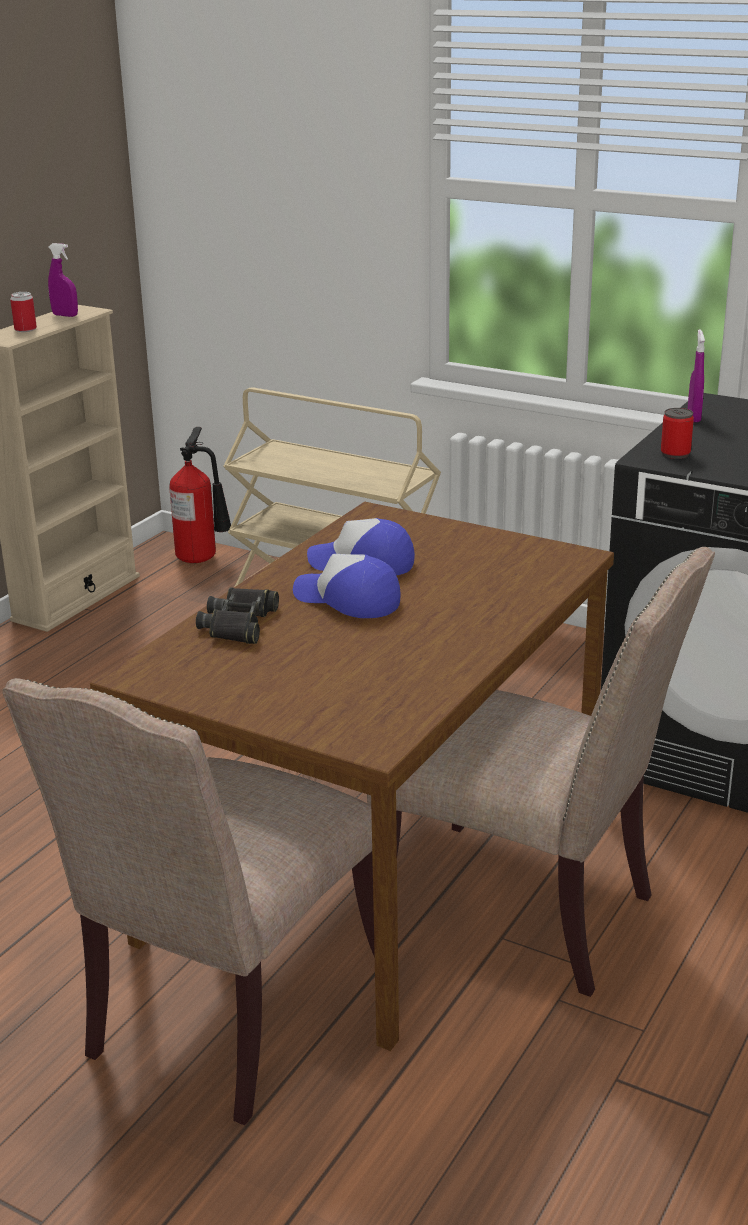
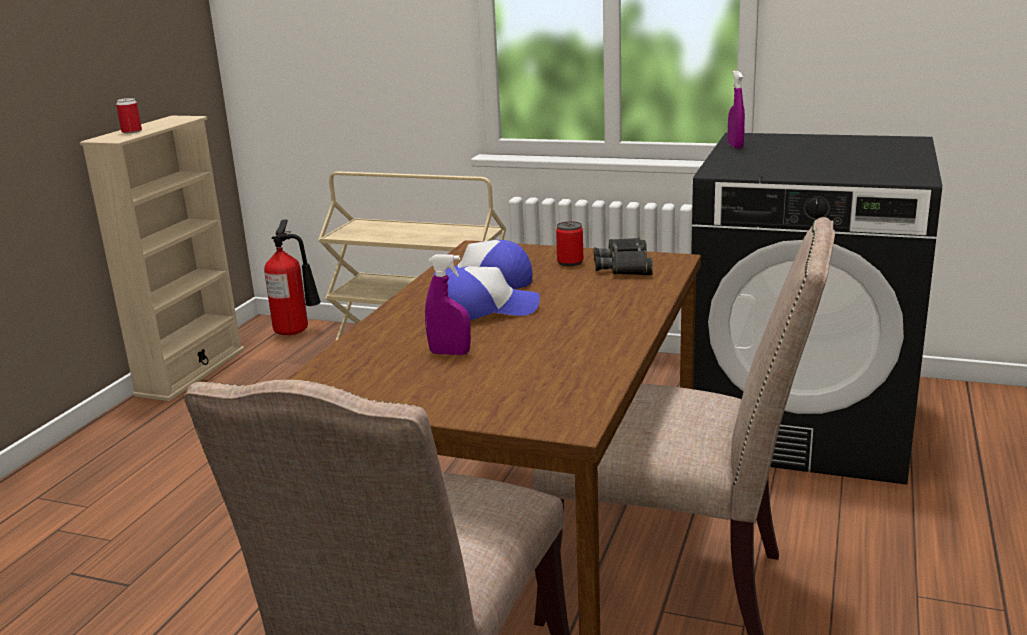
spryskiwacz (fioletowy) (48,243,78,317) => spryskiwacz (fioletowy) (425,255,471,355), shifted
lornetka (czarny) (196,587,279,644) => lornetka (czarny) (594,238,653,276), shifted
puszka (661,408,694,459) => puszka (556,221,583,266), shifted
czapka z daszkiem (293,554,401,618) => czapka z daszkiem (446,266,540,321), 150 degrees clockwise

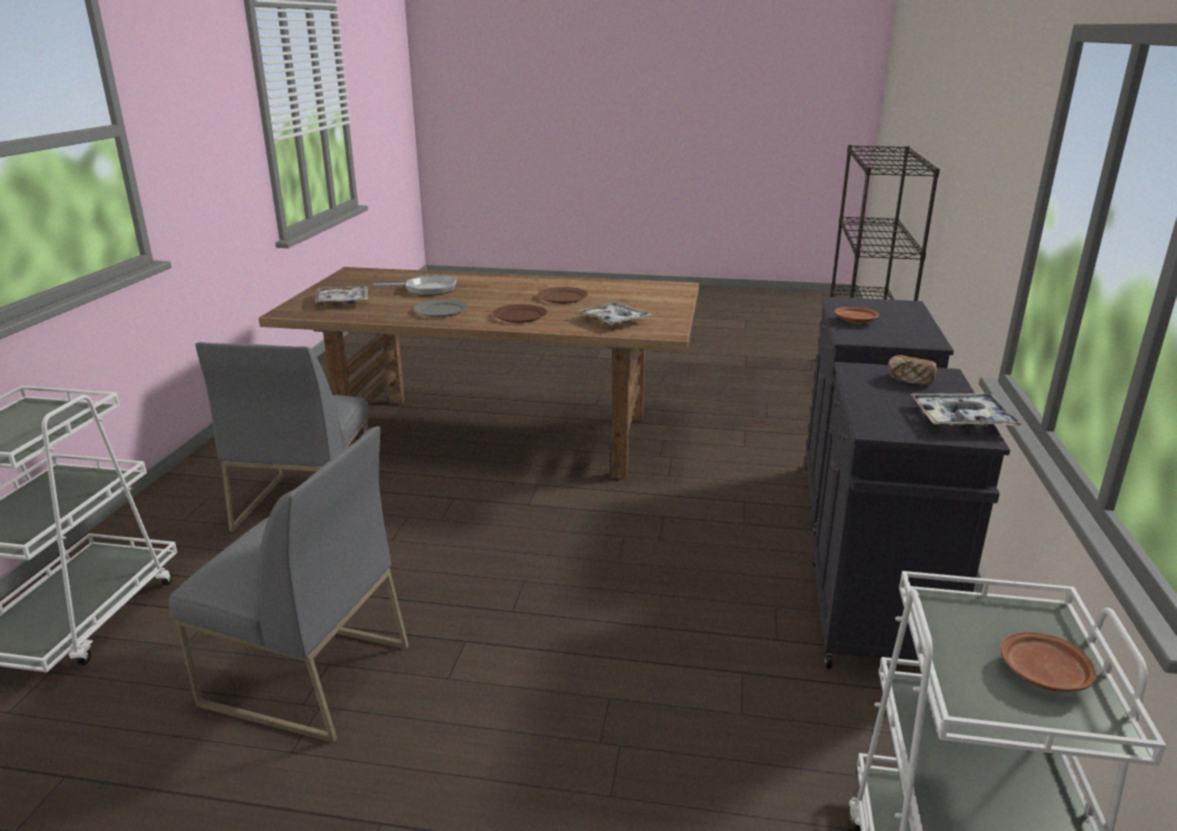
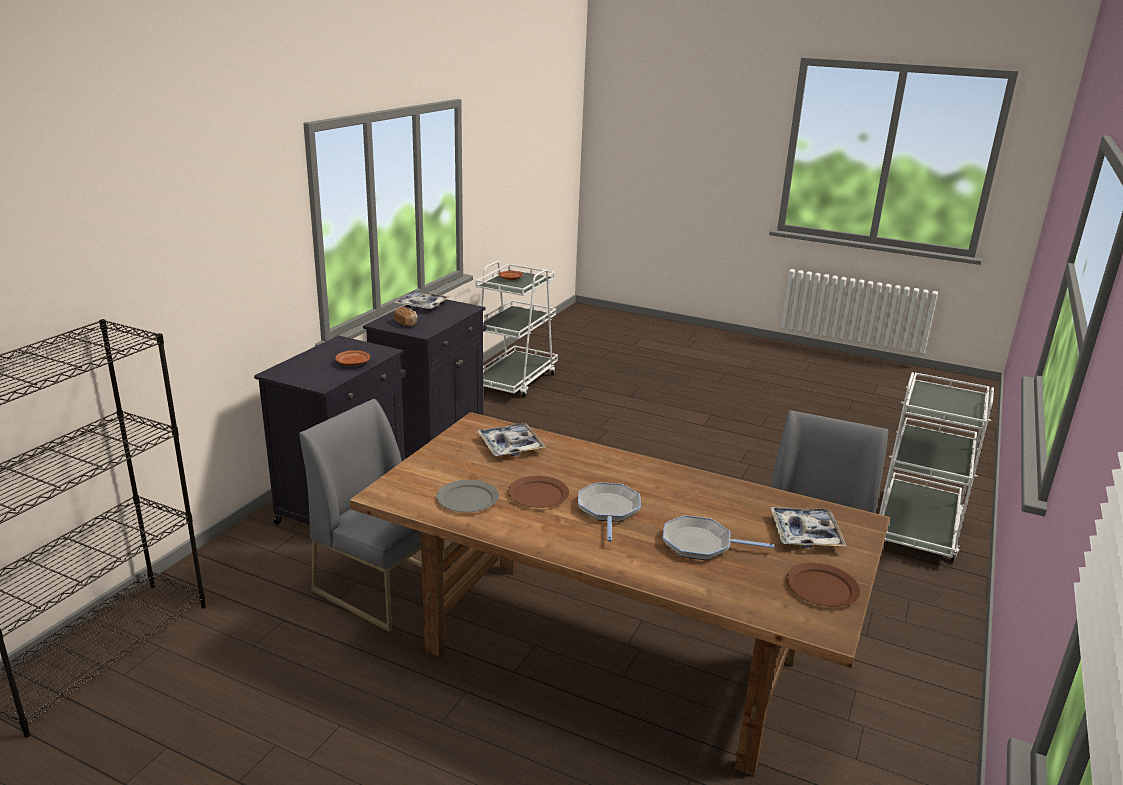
nothing => patelnia (578,482,641,542)
krzesło (szary) (169,426,409,743) => krzesło (szary) (299,399,456,632), shifted
talerz (szary) (414,299,468,317) => talerz (szary) (436,480,499,512), shifted
talerz (brązowy) (492,304,547,323) => talerz (brązowy) (786,563,860,607), shifted

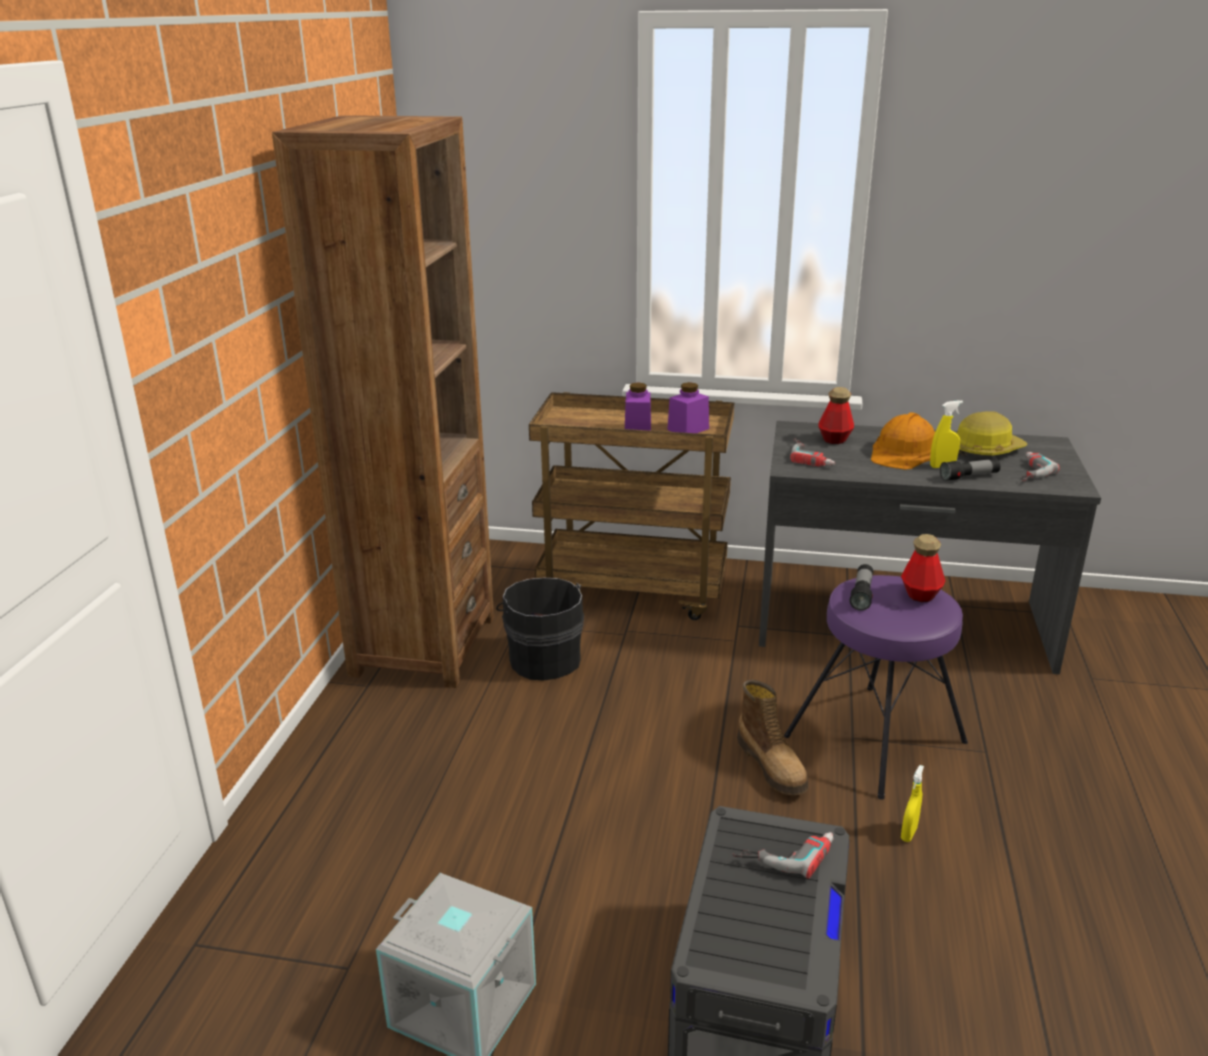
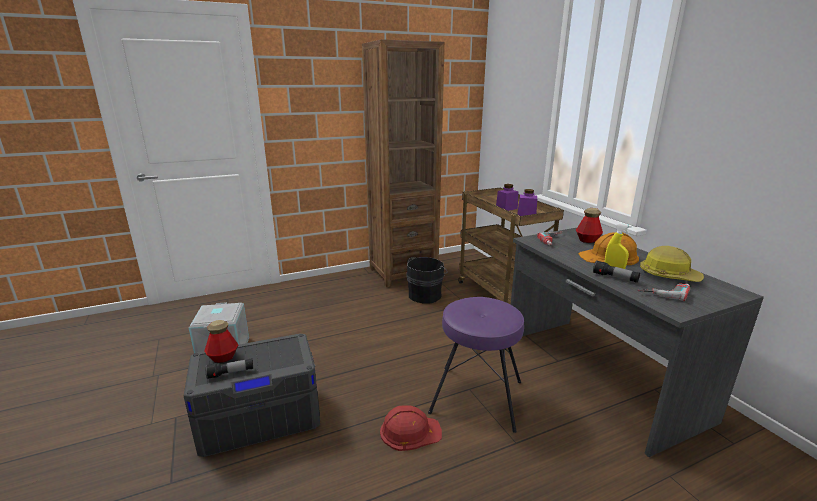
wiertarka (732,832,833,879) => nothing
but z cholewką (737,680,808,795) => nothing
latarka (849,564,873,611) => latarka (205,358,253,379), shifted
butelka (901,534,945,602) => butelka (204,320,239,363), shifted
spryskiwacz (żółty) (901,765,924,842) => kask (czerwony) (380,405,442,451)

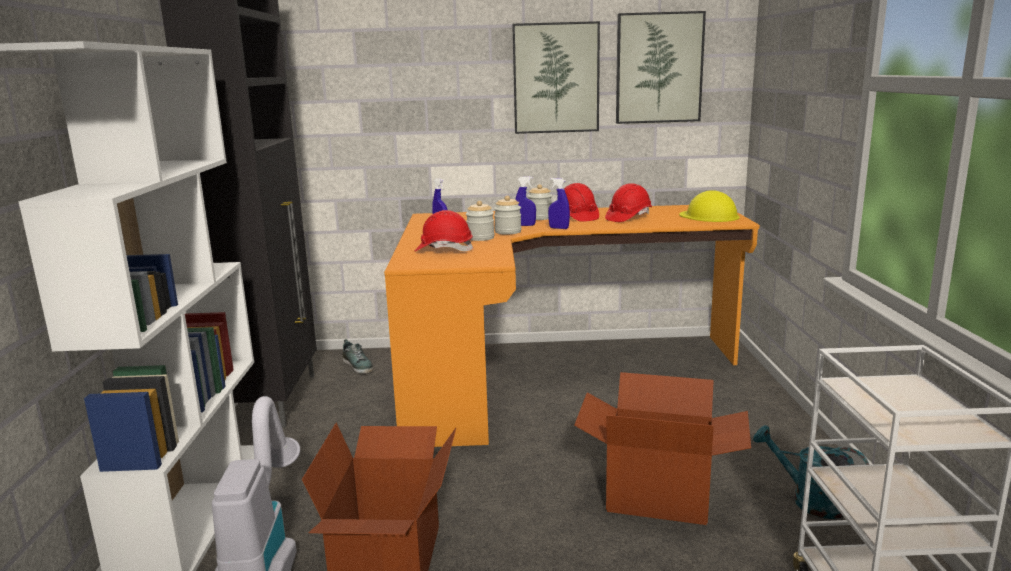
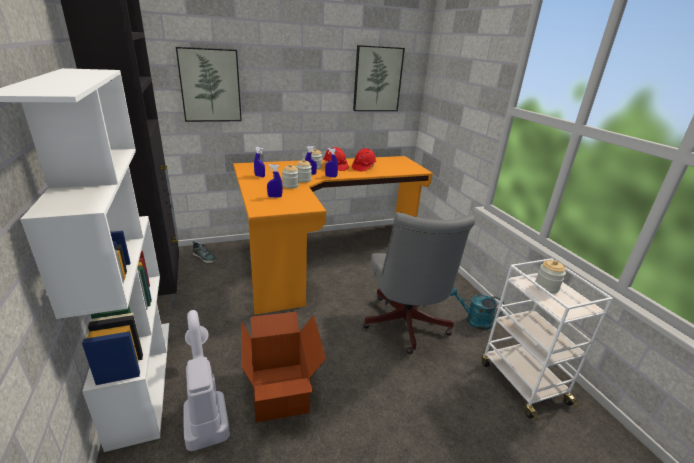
kask (żółty) (679,190,740,222) => nothing
nothing => słoik (535,260,566,294)
obraz (512,21,600,134) => obraz (176,47,242,122), shifted
kask (czerwony) (415,210,474,251) => spryskiwacz (niebieski) (267,164,282,198)
karton (574,372,751,525) => krzesło biurowe (szary) (363,212,475,354)

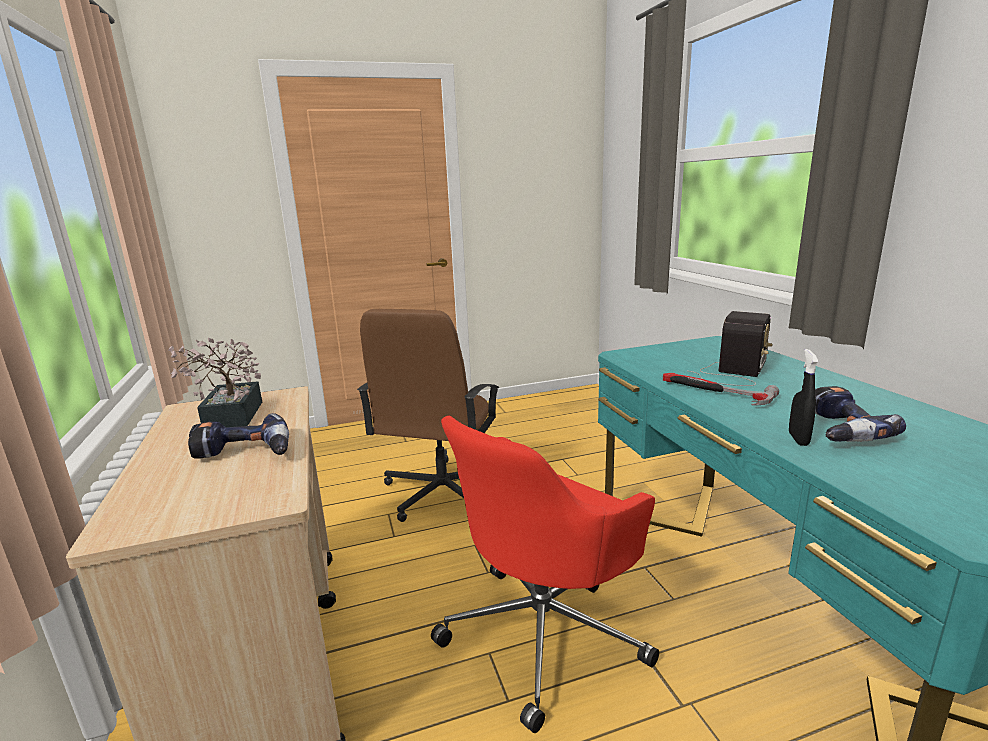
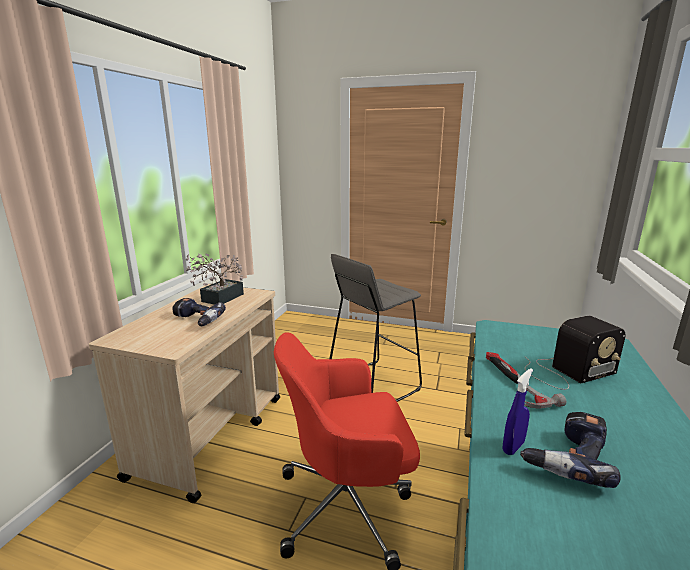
krzesło biurowe (brązowy) (357,309,500,522) => stołek (szary) (329,254,422,402)
spryskiwacz (czarny) (789,349,818,446) => spryskiwacz (niebieski) (503,368,533,455)

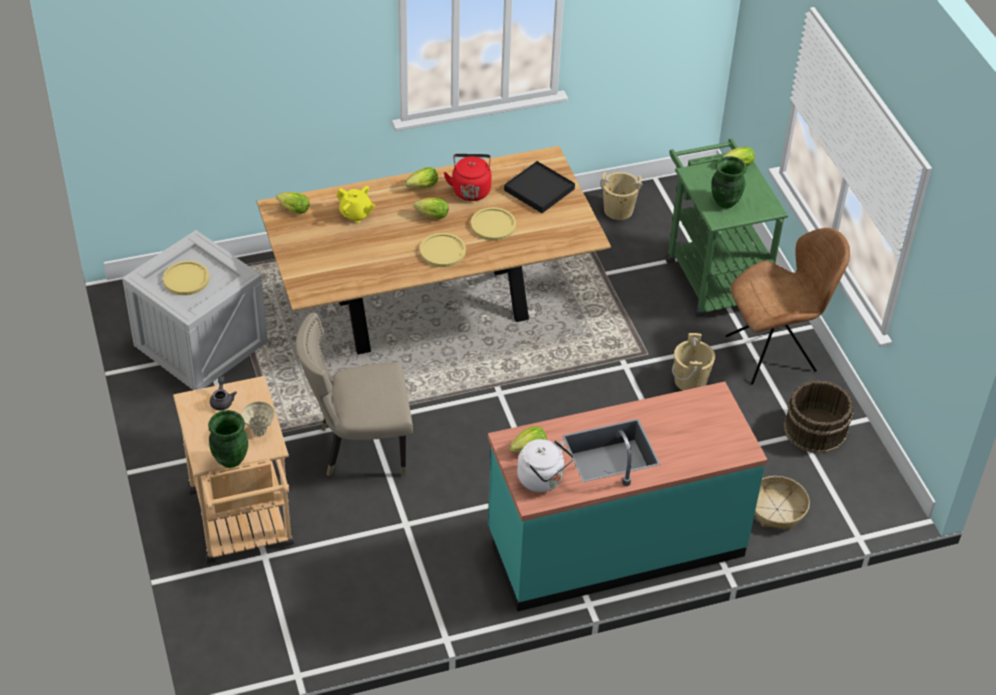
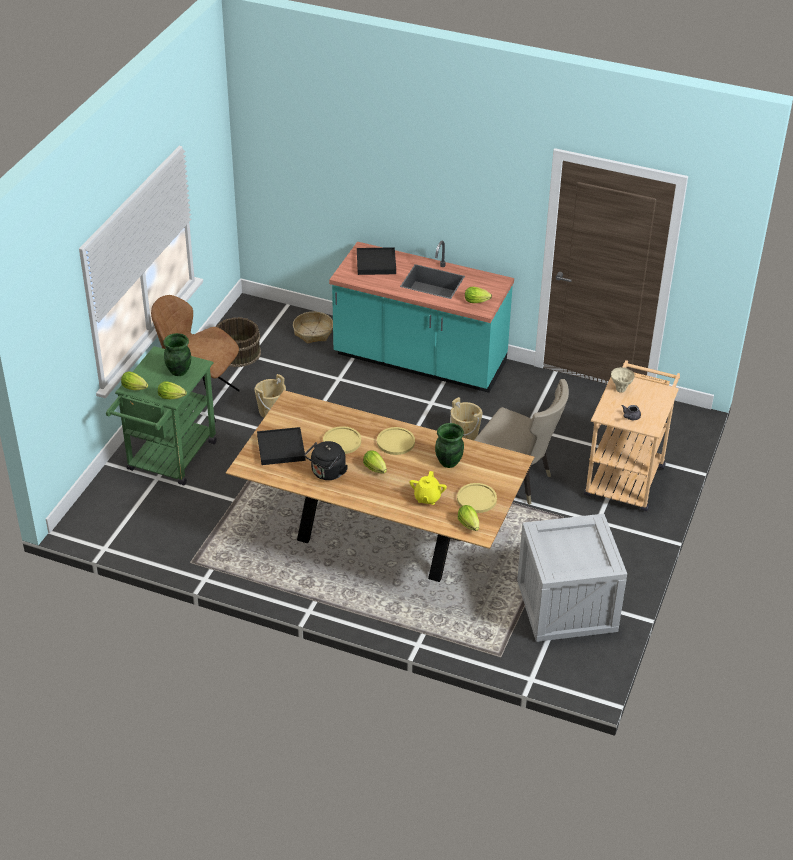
czajnik (biały) (517,439,574,492) => nothing
nothing => taca (czarny) (357,247,396,275)
talerz (żółty) (163,261,209,295) => talerz (żółty) (457,483,497,513), shifted
wazon (zielony) (208,410,248,468) => wazon (zielony) (435,423,464,468), shifted
sałata (405,167,438,188) => sałata (158,381,187,399), shifted
wiadro (beżowy) (600,172,642,220) => wiadro (beżowy) (450,397,482,440), shifted
czajnik (czerwony) (444,154,492,201) => czajnik (czarny) (304,441,348,480)
imbryk (żółty) (337,186,375,223) => imbryk (żółty) (410,471,447,505), 150 degrees counterclockwise

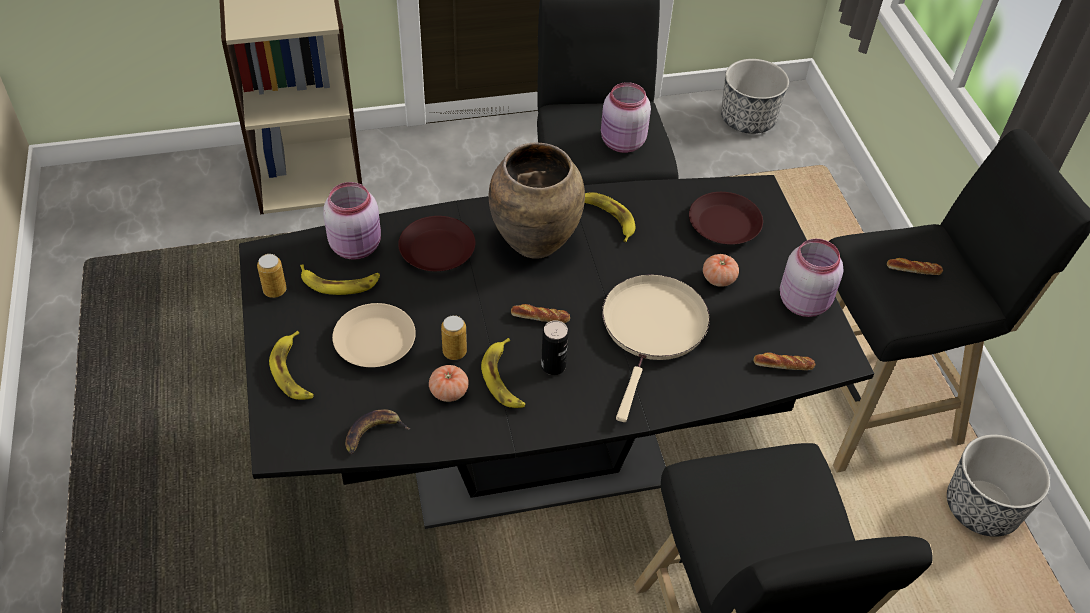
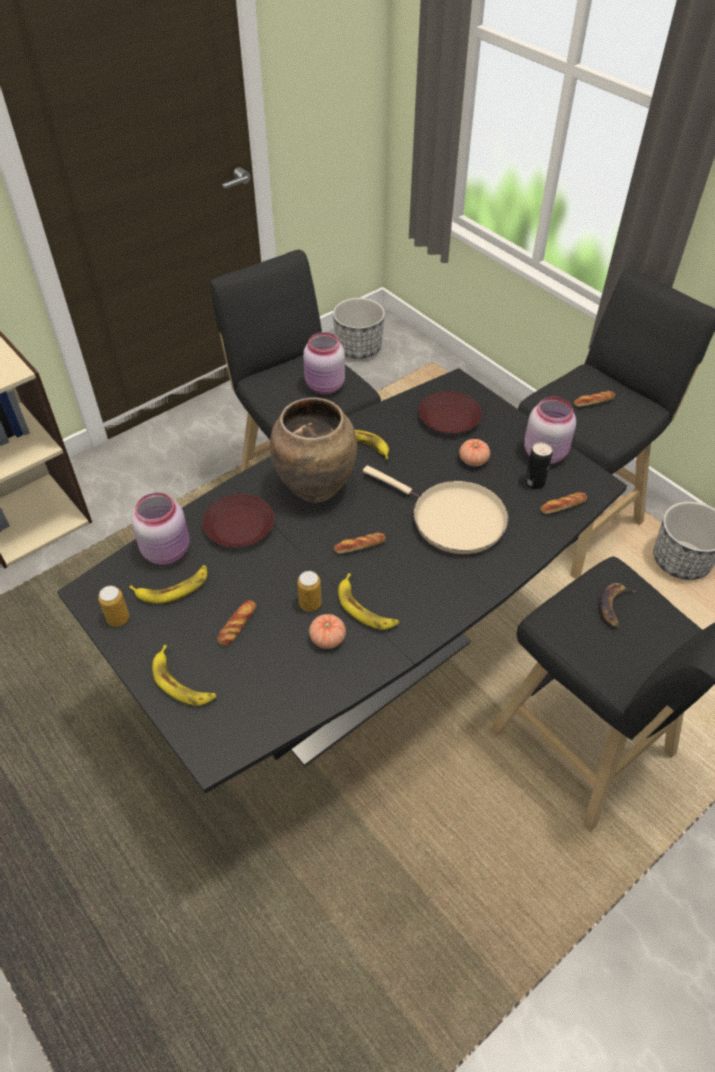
banan (345,409,411,454) => banan (600,583,636,627), shifted
puszka (541,320,569,375) => puszka (525,442,552,489), shifted
talerz (beżowy) (332,303,416,367) => chleb (217,600,256,646)
patelnia (beżowy) (602,274,710,422) => patelnia (beżowy) (363,466,508,554), 135 degrees clockwise

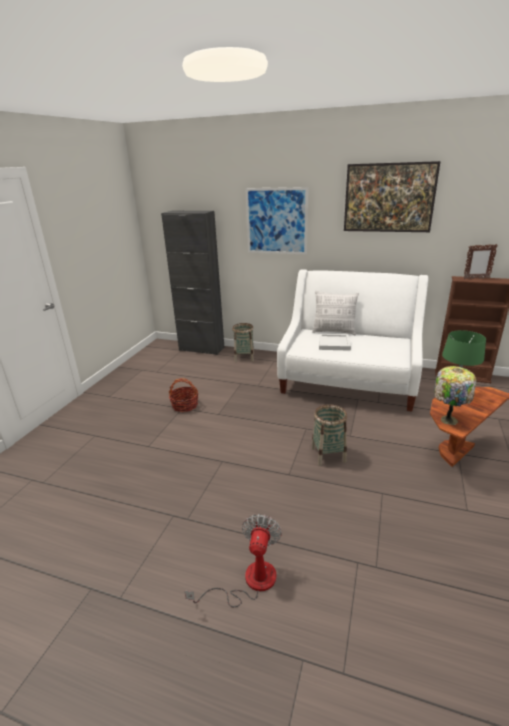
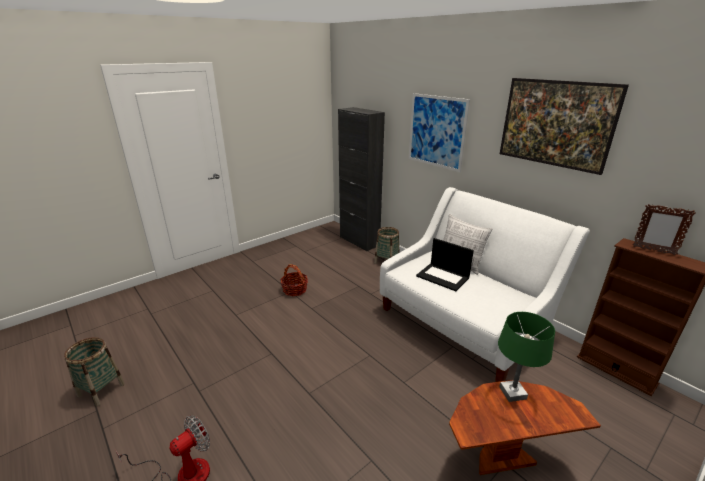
lampa stołowa (434,366,476,425) => nothing
koszyk (311,404,347,466) => koszyk (64,337,125,406), shifted
taca (biały) (319,334,351,351) => laptop (416,238,474,291)

